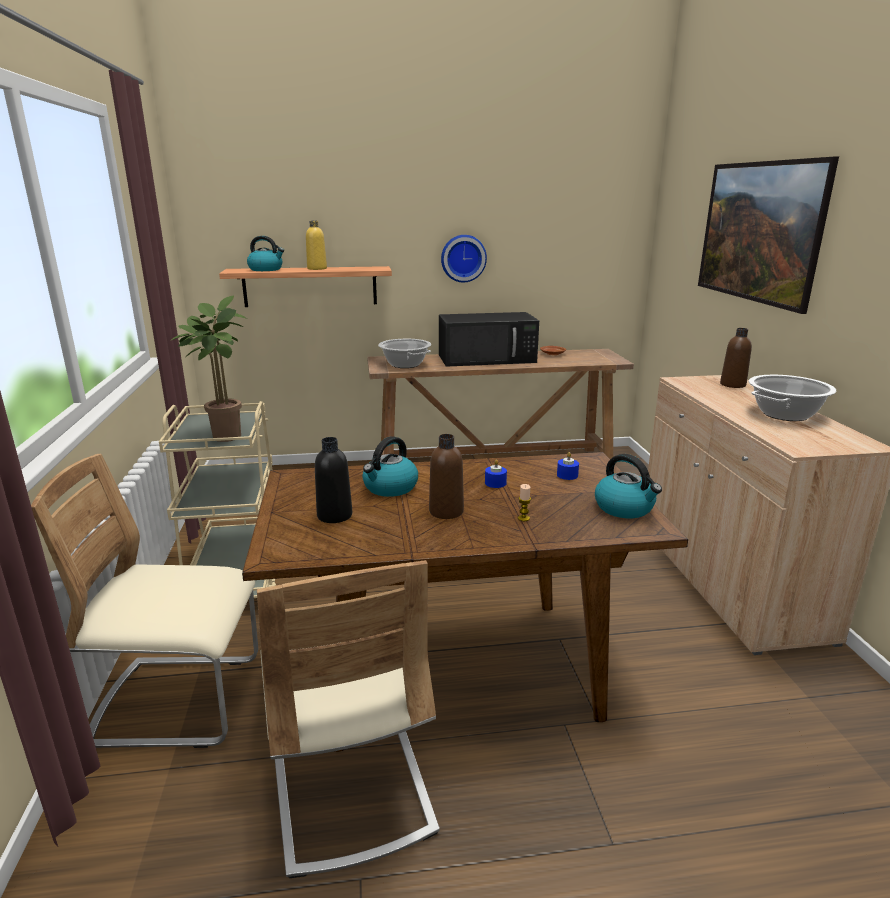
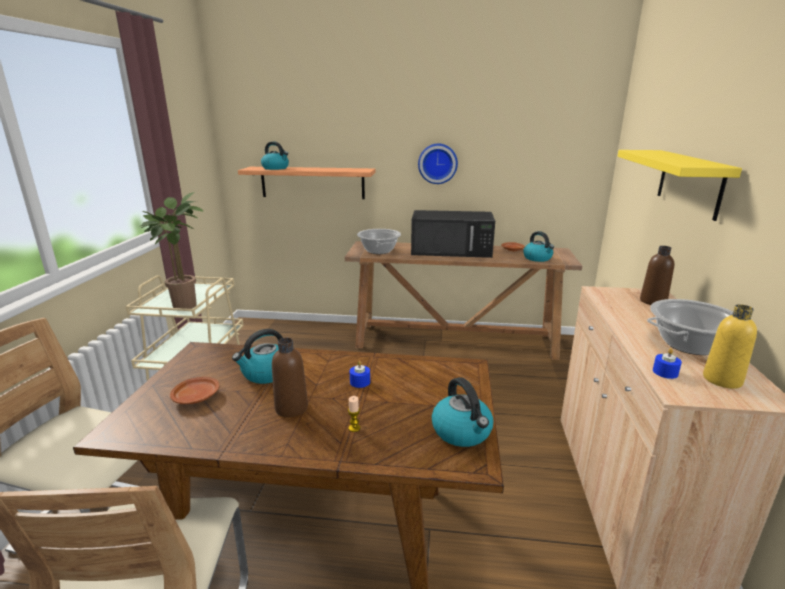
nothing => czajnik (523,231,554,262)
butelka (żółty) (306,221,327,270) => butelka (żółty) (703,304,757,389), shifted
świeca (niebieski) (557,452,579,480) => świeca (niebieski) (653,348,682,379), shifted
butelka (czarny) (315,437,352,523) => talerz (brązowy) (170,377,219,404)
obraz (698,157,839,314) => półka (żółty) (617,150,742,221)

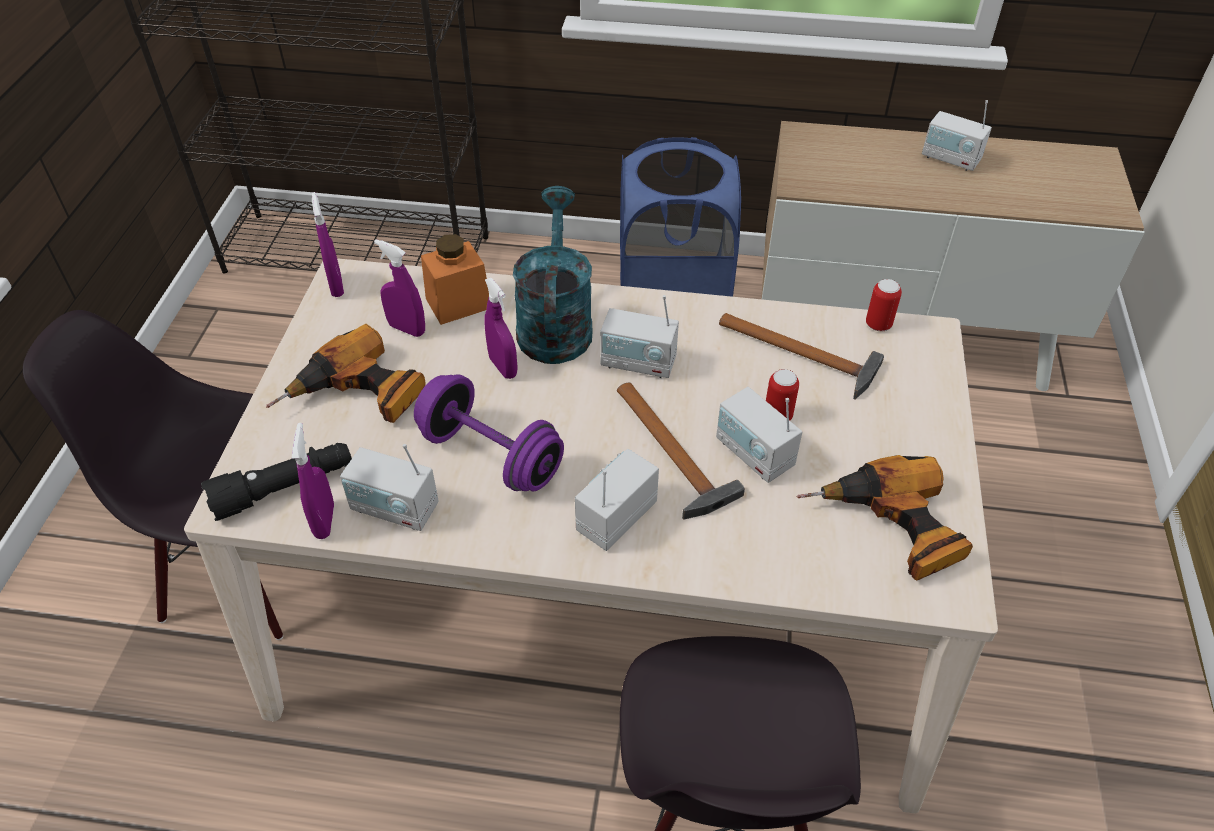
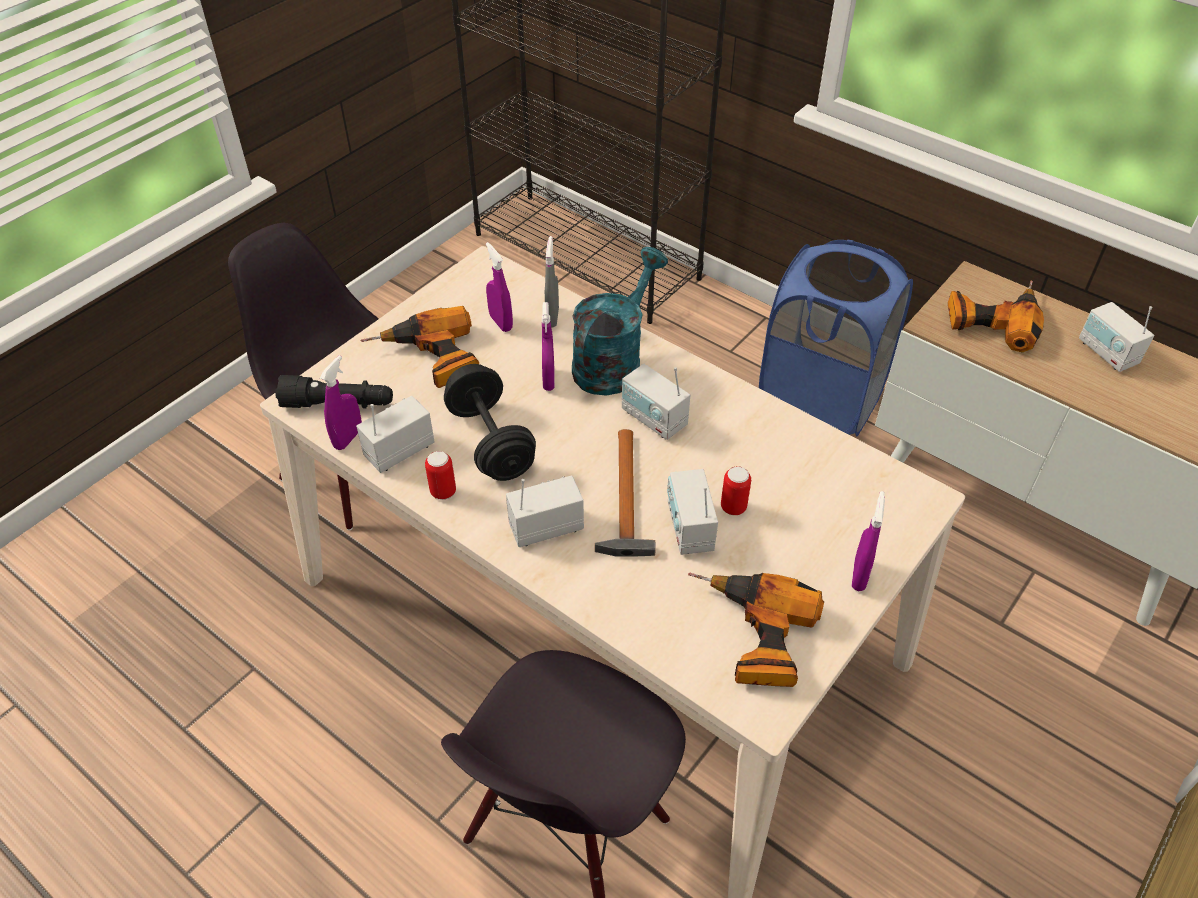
młotek (719,313,884,399) => nothing
nothing => wiertarka (948,280,1044,353)
spryskiwacz (fioletowy) (312,192,344,297) => spryskiwacz (fioletowy) (852,491,885,591), shifted
puszka (866,279,902,331) => puszka (425,451,456,500), shifted
słoik (pomarańczowy) (421,234,489,325) => spryskiwacz (szary) (545,236,559,328)
hantel (fioletowy) (414,375,564,491) => hantel (czarny) (444,364,536,481)
radio (340,444,439,531) => radio (356,396,434,473), 90 degrees clockwise

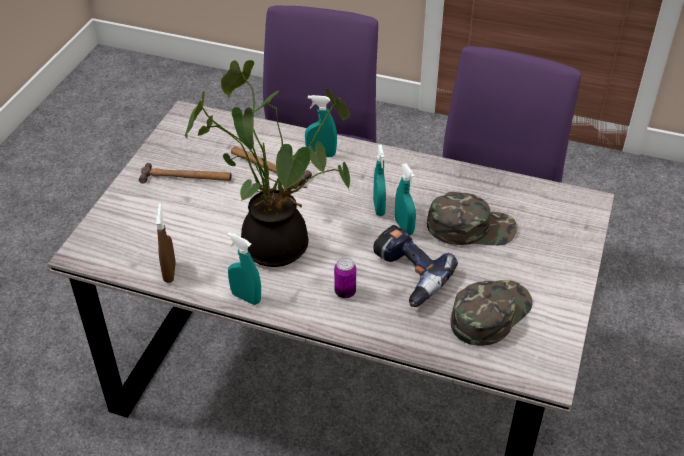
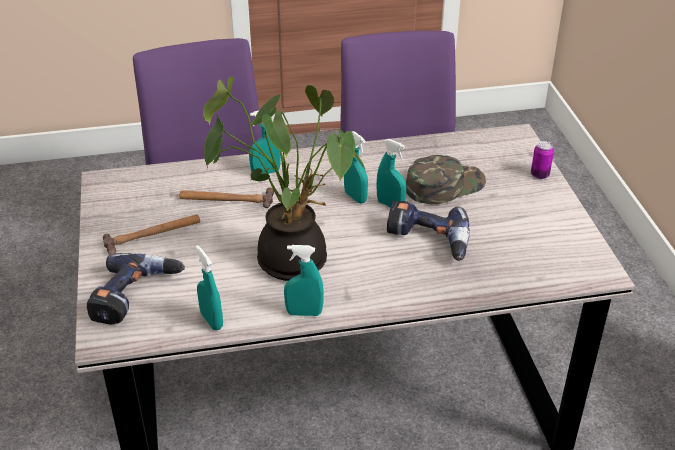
czapka z daszkiem (zielony) (451,280,533,346) => nothing
nothing => wiertarka (87,253,185,324)
puszka (334,258,356,298) => puszka (531,141,554,179), shifted
spryskiwacz (brązowy) (156,203,176,283) => spryskiwacz (turkusowy) (196,245,223,330)

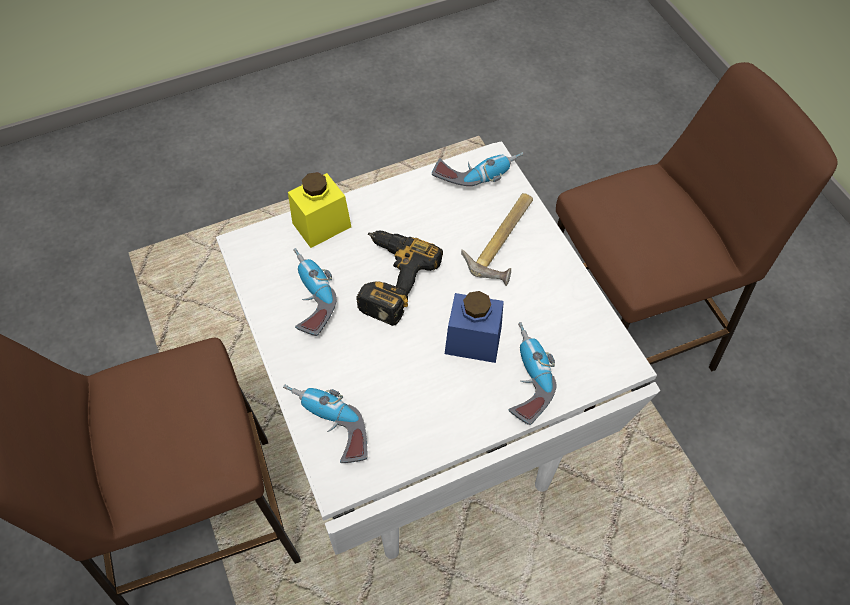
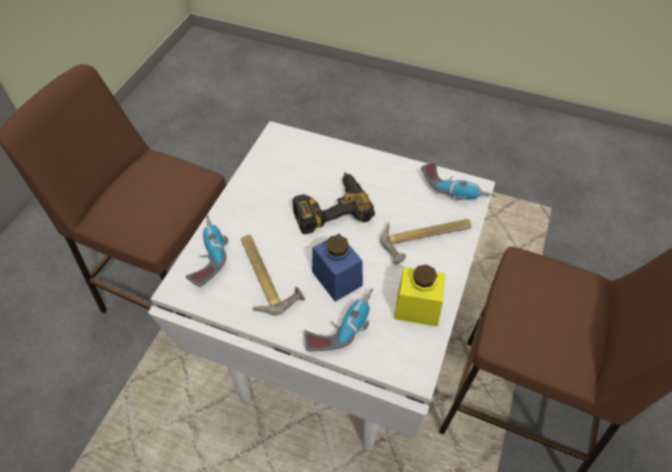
wiertarka (293,248,337,336) => nothing
nothing => młotek (241,235,305,316)
słoik (żółty) (288,172,351,248) => słoik (żółty) (394,265,446,327), shifted

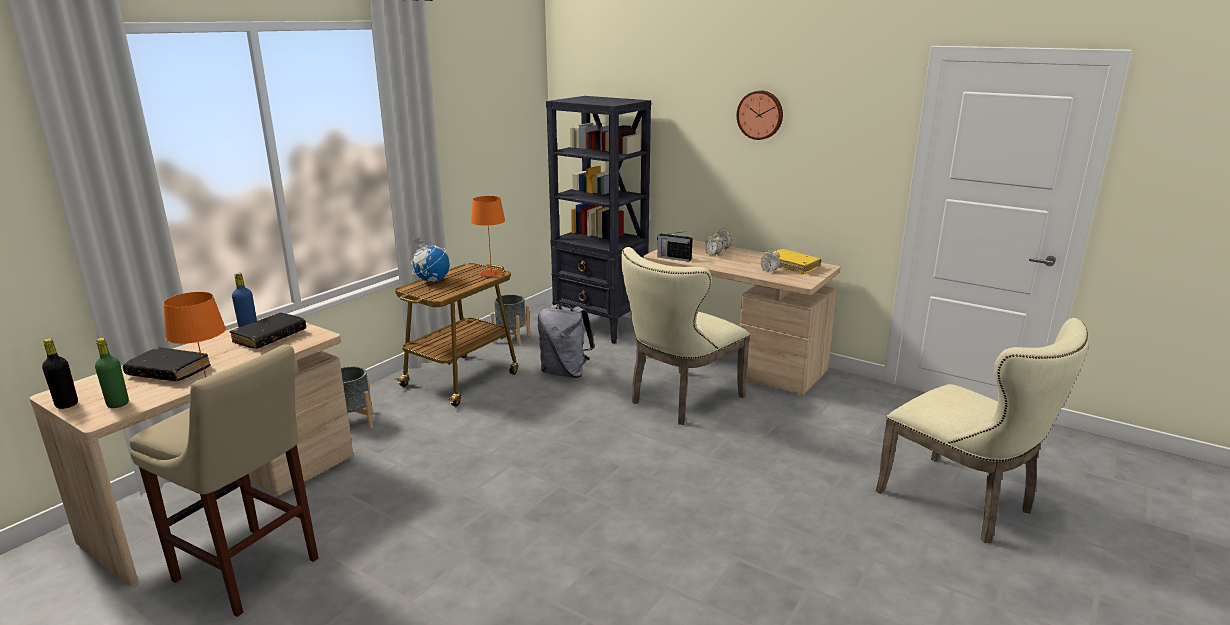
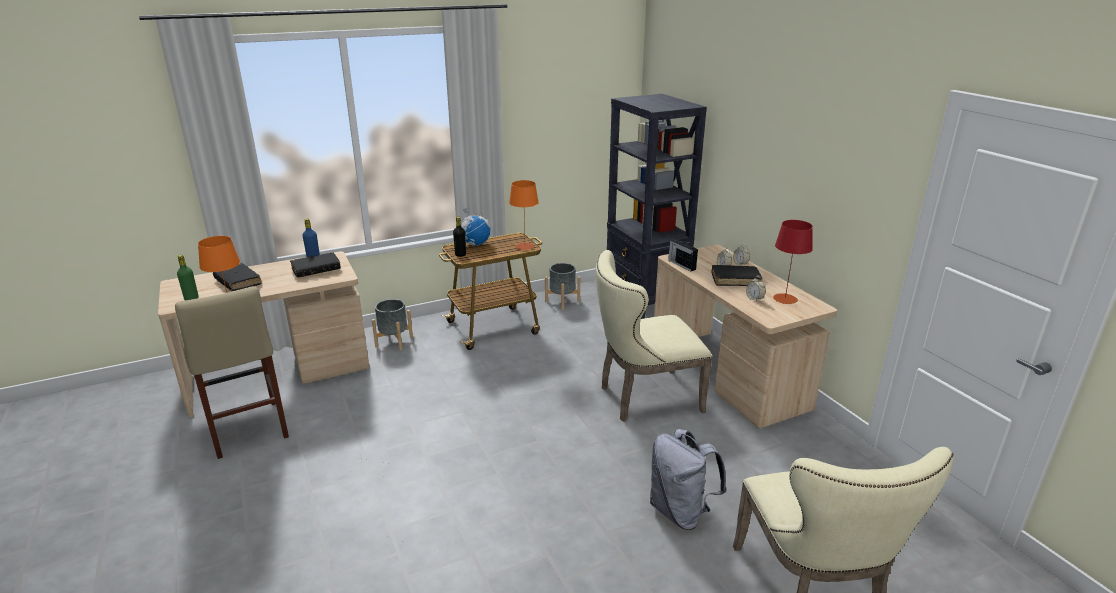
zegar ścienny (736,91,783,140) => nothing
nothing => książka (czarny) (711,265,762,286)
butelka (czarny) (42,338,78,409) => butelka (czarny) (453,217,466,257), shifted
plecak (szary) (537,304,595,378) => plecak (szary) (650,429,727,530), shifted
książka (żółty) (770,249,821,274) => lampa stołowa (czerwony) (773,220,813,304)

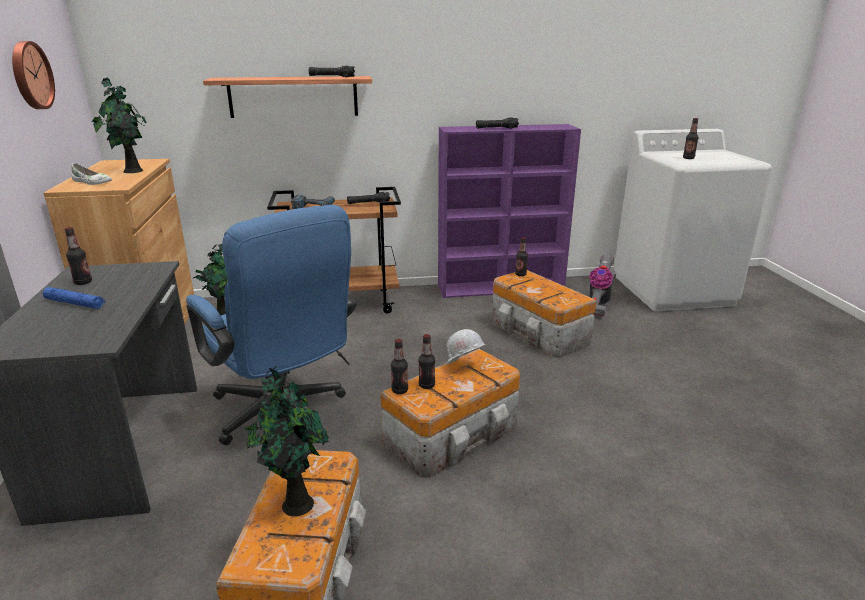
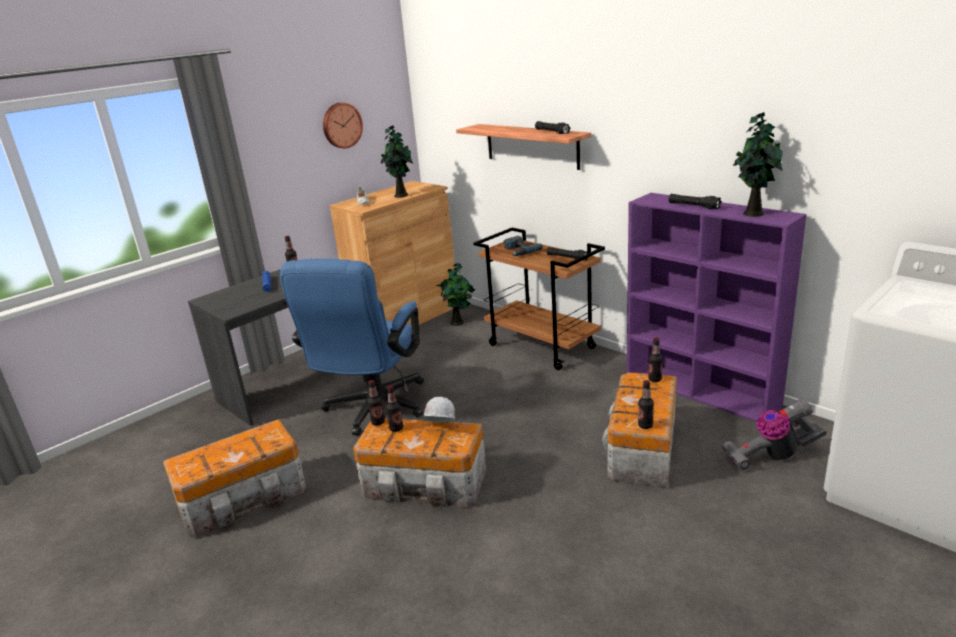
roślina doniczkowa (244,366,329,516) => roślina doniczkowa (733,112,783,217), shifted
butelka (683,118,699,159) => butelka (638,380,654,429), shifted

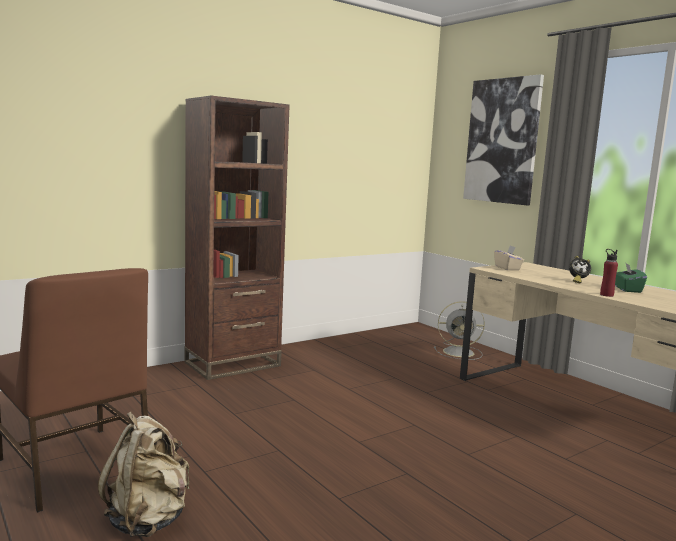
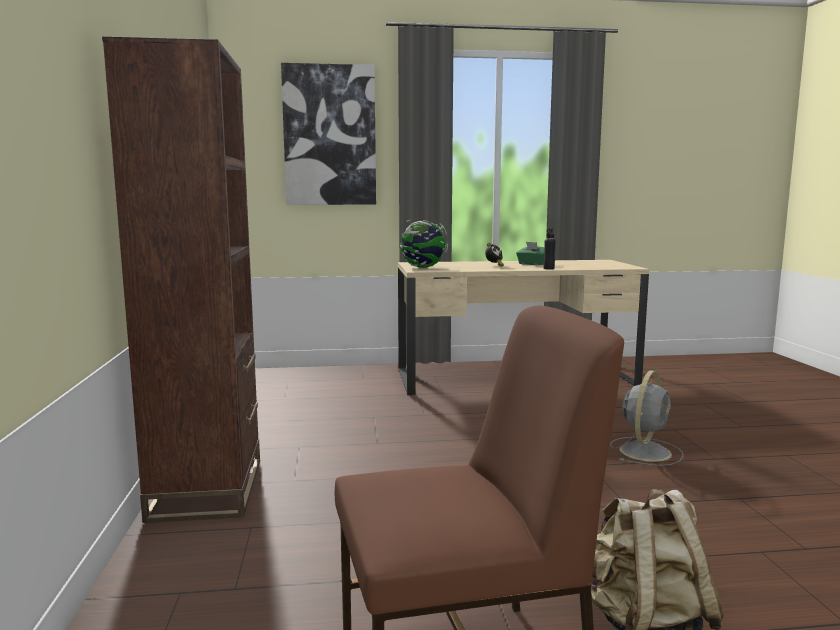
wentylator (szary) (434,301,485,360) => wentylator (szary) (610,370,684,466), shifted
pudełko chusteczek (beżowy) (494,245,524,270) => globus (400,219,448,268)
butelka (czerwony) (600,249,618,297) => butelka (czarny) (544,229,556,270)

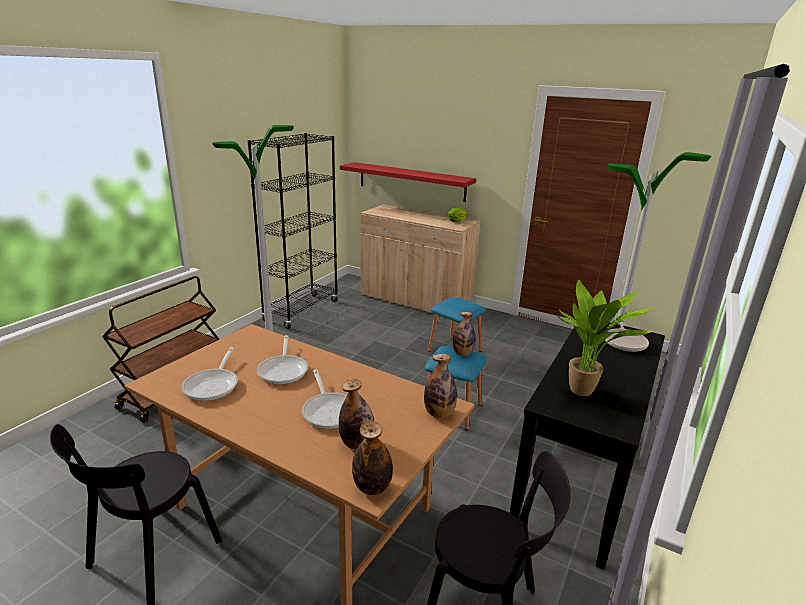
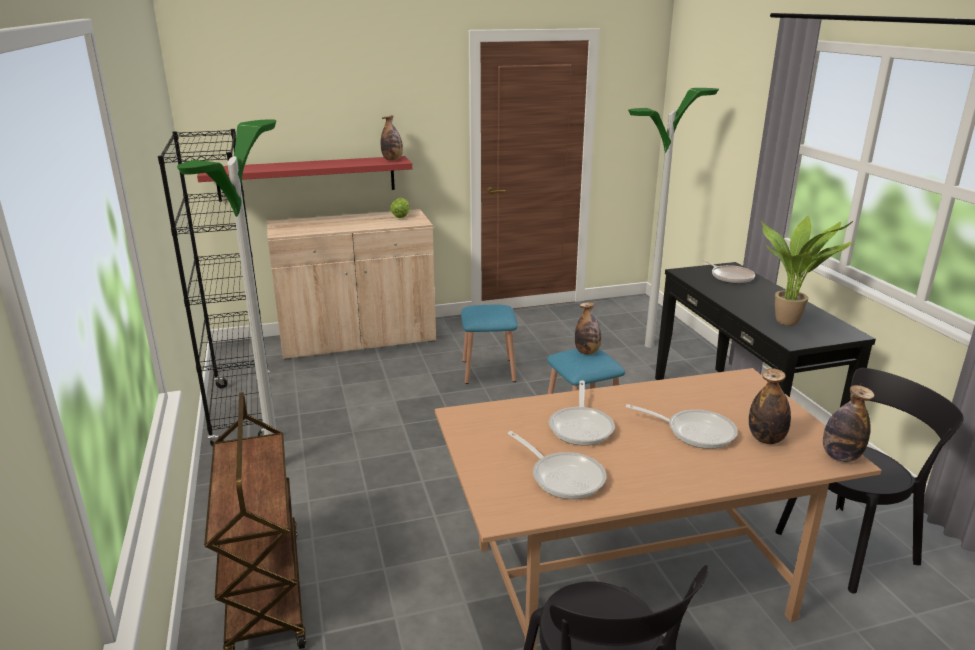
butelka (424,354,457,418) => butelka (381,115,403,160), shifted
patelnia (257,335,308,385) => patelnia (549,380,615,446), 60 degrees clockwise

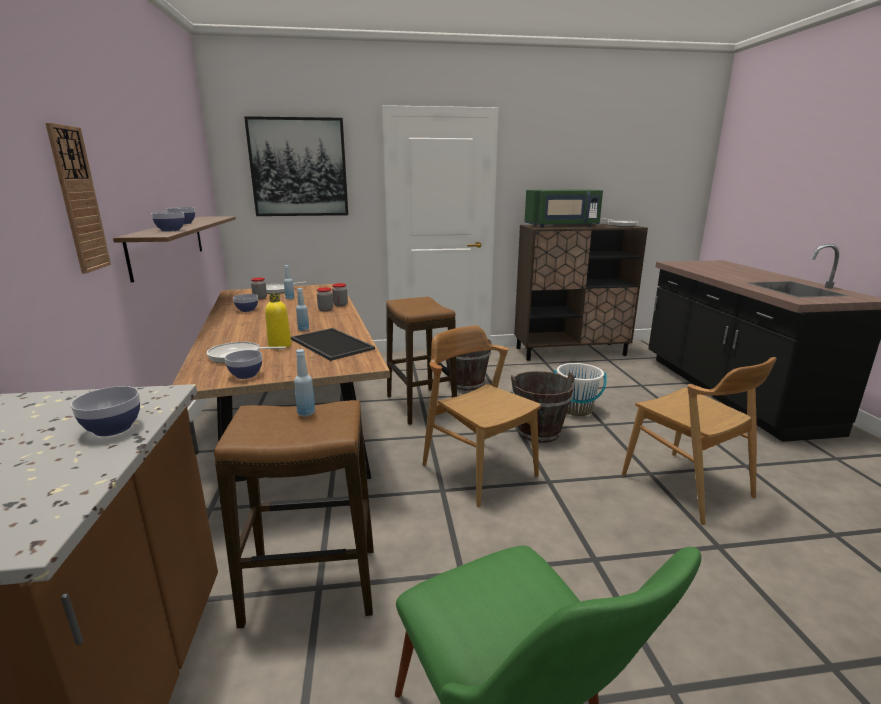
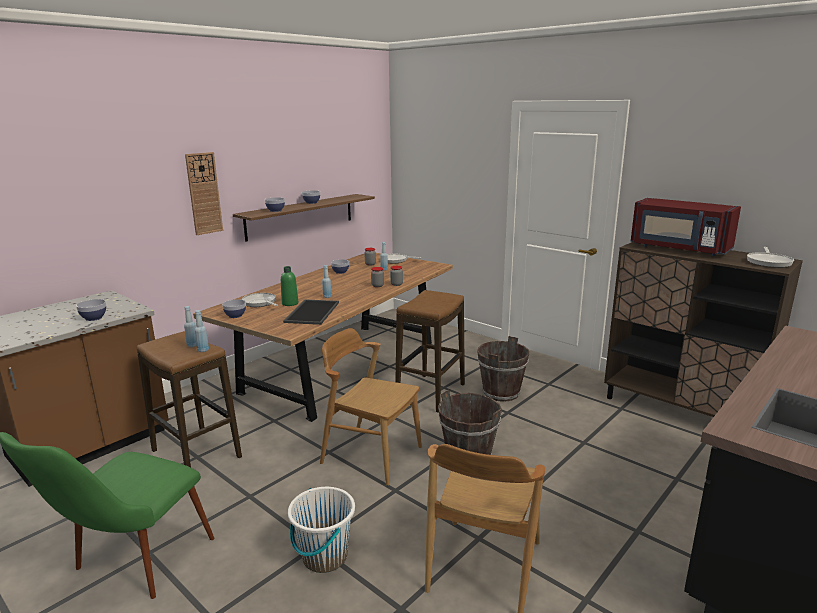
obraz (244,116,348,216) => nothing
nothing => butelka (niebieski) (195,310,209,352)
wiadro (biały) (554,363,606,416) => wiadro (biały) (288,487,355,573), shifted
butelka (żółty) (265,293,292,348) => butelka (zielony) (281,266,298,306)
mikrofalówka (zielony) (525,190,603,227) => mikrofalówka (czerwony) (630,198,741,256)
krzesło (brązowy) (422,326,541,507) => krzesło (brązowy) (320,328,422,486), 75 degrees counterclockwise

